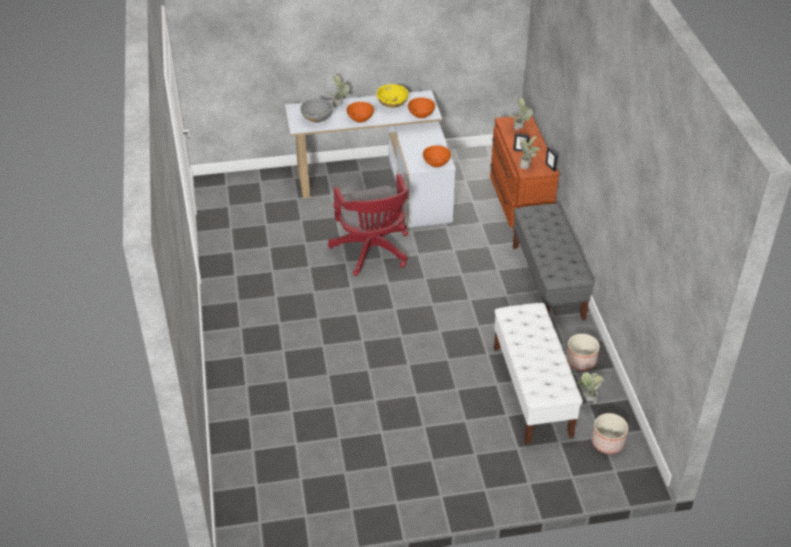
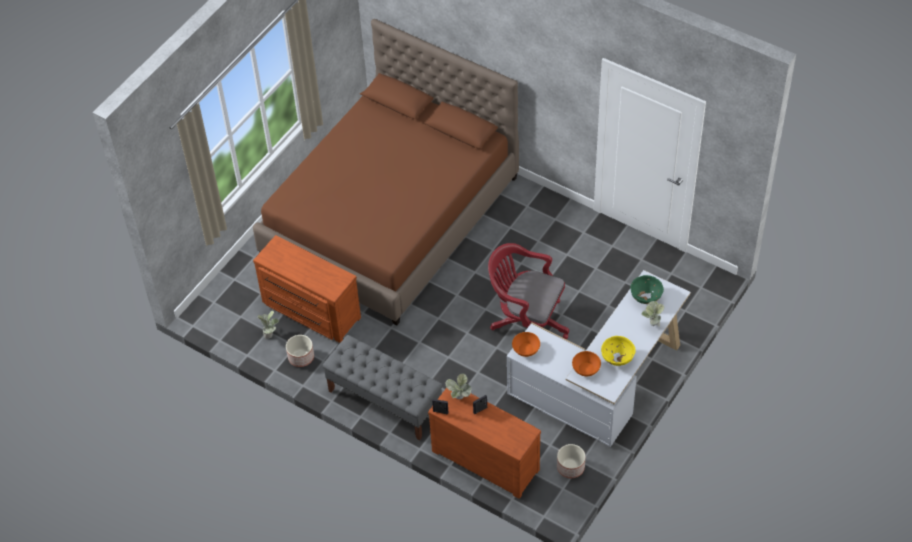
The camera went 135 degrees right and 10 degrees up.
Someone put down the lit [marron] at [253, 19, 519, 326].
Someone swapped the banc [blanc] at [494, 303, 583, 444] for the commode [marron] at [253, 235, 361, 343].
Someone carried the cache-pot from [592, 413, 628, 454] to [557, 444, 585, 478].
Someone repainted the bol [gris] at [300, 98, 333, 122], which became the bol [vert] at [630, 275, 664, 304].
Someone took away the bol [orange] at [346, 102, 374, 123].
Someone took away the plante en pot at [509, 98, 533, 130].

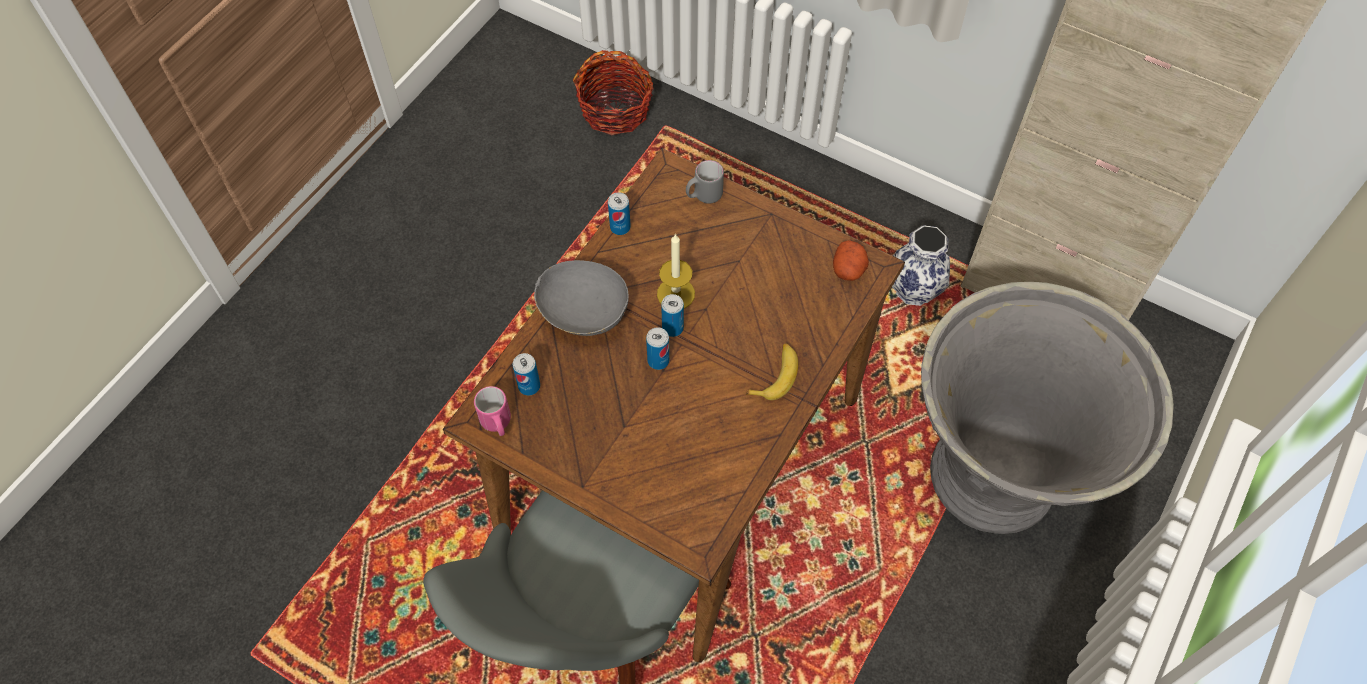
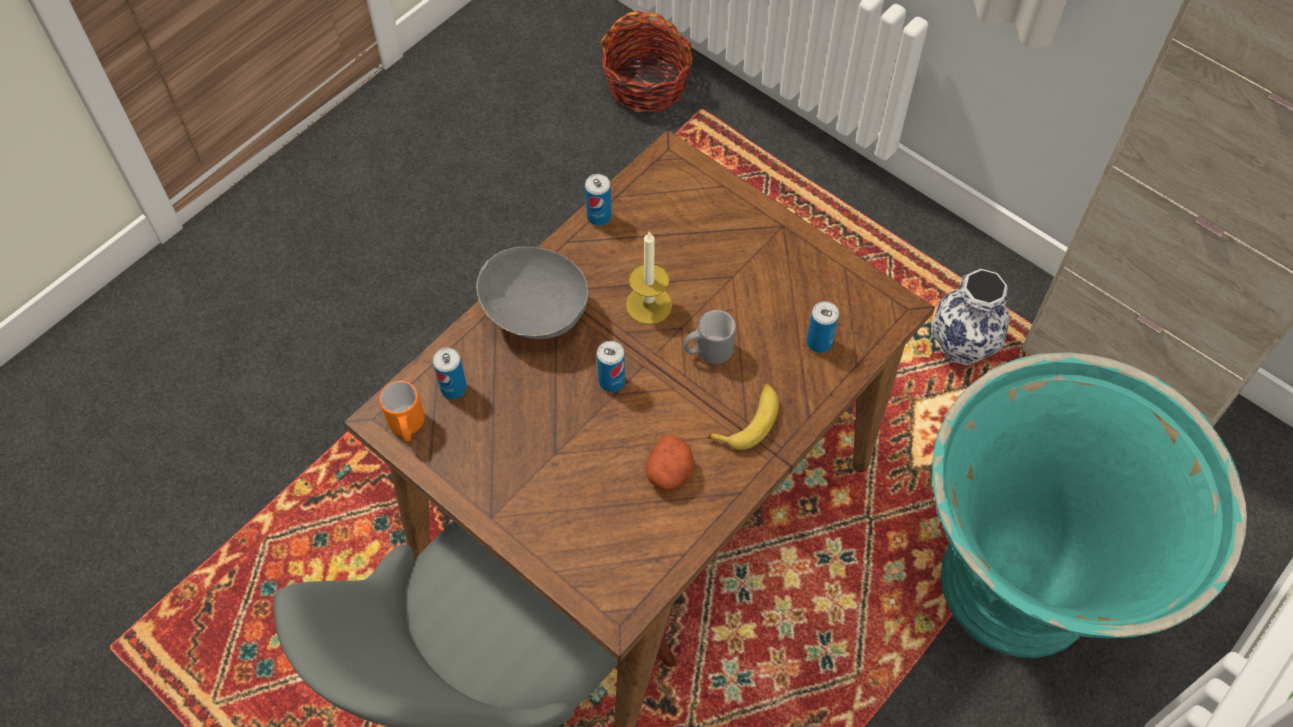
The camera went 10 degrees right and 0 degrees up.
Someone repainted the mug [rose] at [474, 386, 511, 436], which became the mug [orange] at [379, 381, 425, 442].
Someone carried the pomme de terre from [833, 240, 869, 281] to [646, 435, 693, 490].
Someone carried the mug [gris] from [686, 160, 724, 203] to [684, 310, 736, 364].
Someone carried the boîte métallique from [661, 294, 684, 337] to [806, 301, 839, 353].
Someone repainted the cache-pot [gris] at [921, 282, 1174, 534], which became the cache-pot [turquoise] at [932, 352, 1247, 658].

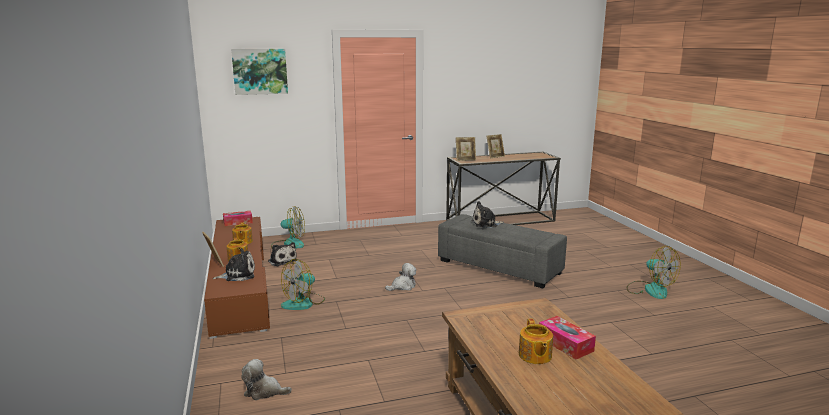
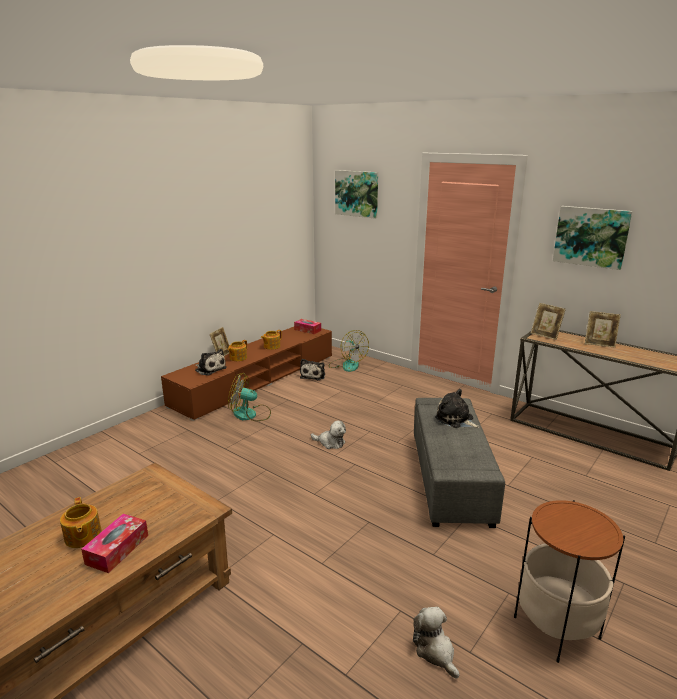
The camera went 55 degrees right and 5 degrees up.
Someone rotated the théière at [519, 319, 553, 364] by 75 degrees counterclockwise.
Someone carried the peluche from [241, 359, 292, 400] to [413, 607, 459, 678].
Someone swapped the ventilateur at [627, 246, 681, 299] for the table d'appoint at [514, 500, 625, 663].
Someone put up the tableau at [553, 206, 632, 270].

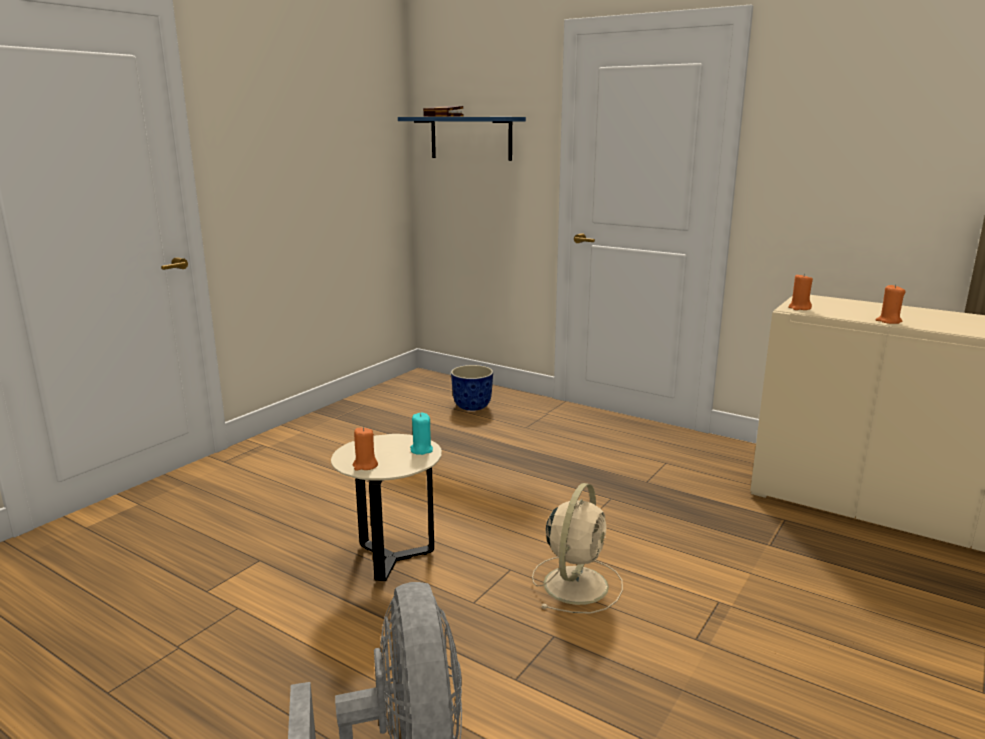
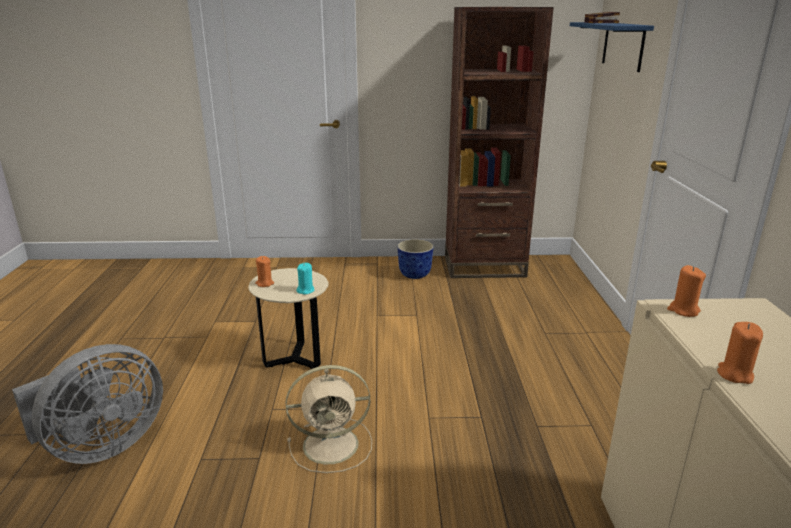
The camera went 55 degrees right and 5 degrees up.
Someone carried the cache-pot from [451, 365, 493, 411] to [397, 239, 434, 279].
Someone put down the bibliothèque [marron] at [445, 7, 554, 278].

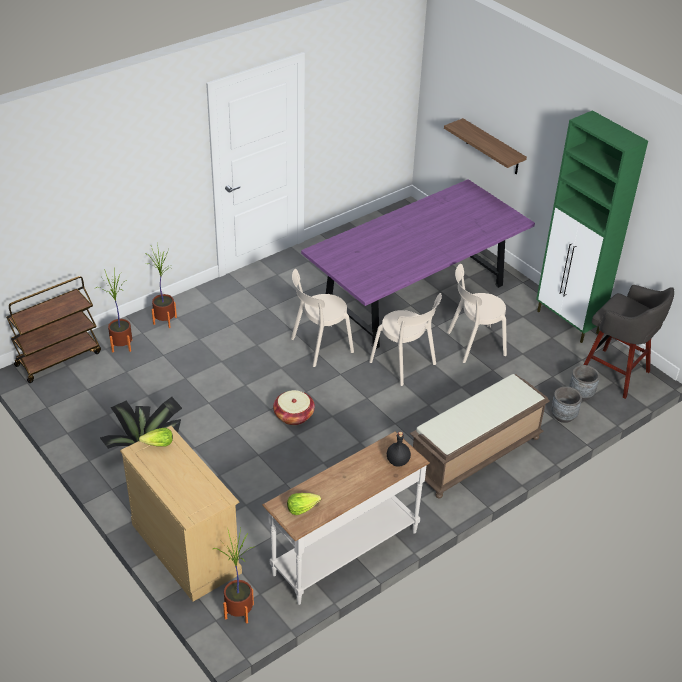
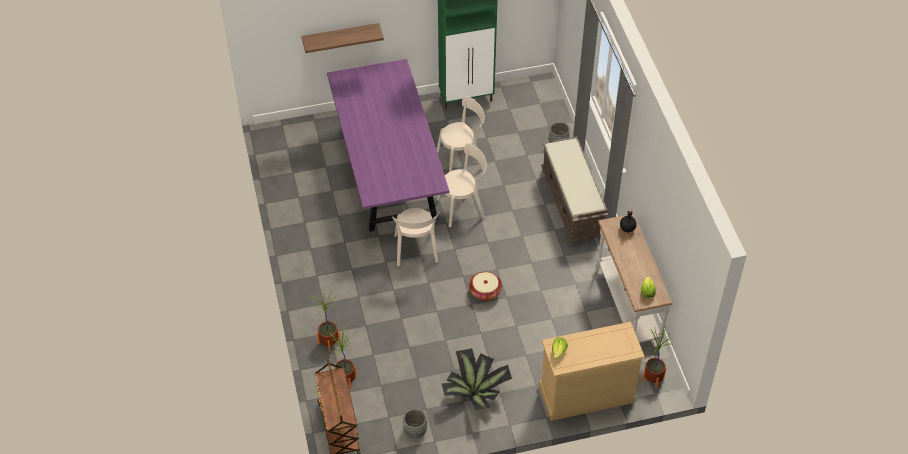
The camera went 65 degrees left and 10 degrees up.
Someone carried the cache-pot [gris] from [569, 365, 600, 401] to [403, 408, 427, 438].
Someone rotated the chaise [beige] at [447, 264, 507, 363] by 120 degrees counterclockwise.
Someone took away the tabouret [gris] at [584, 285, 674, 399].

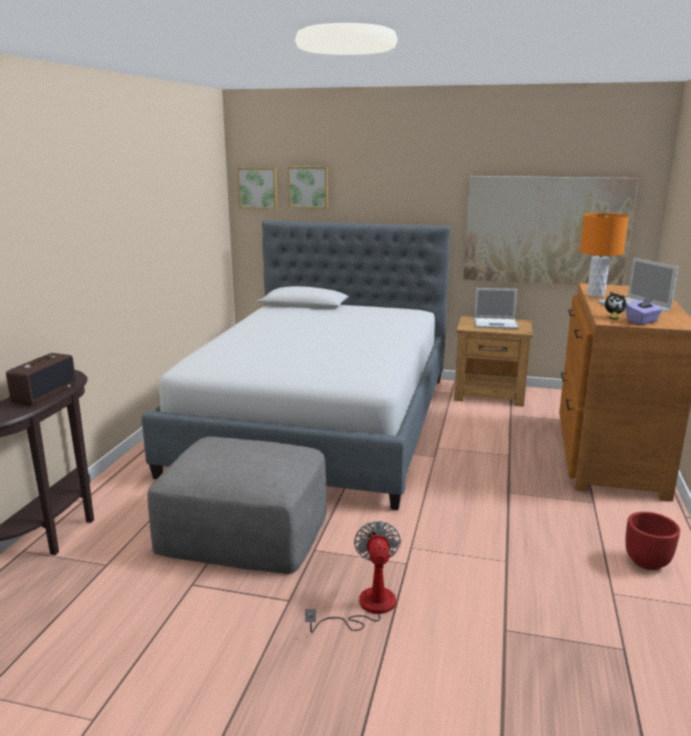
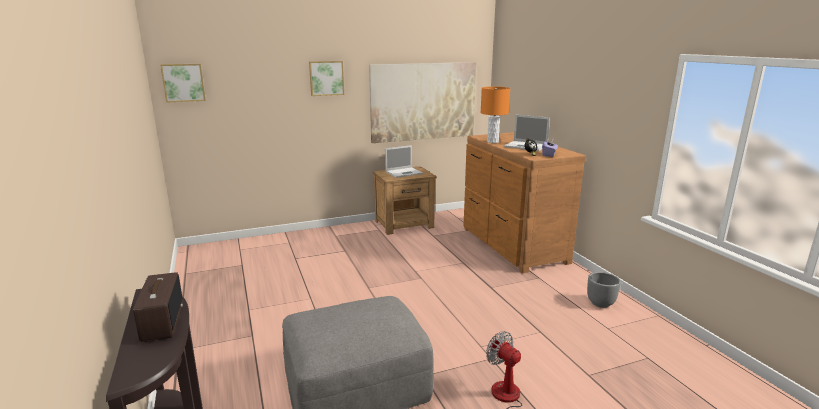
The camera went 35 degrees left and 0 degrees up.
Someone carried the tableau from [288, 167, 328, 209] to [309, 61, 344, 96].
Someone repainted the cache-pot [rouge] at [625, 512, 680, 570], which became the cache-pot [gris] at [587, 272, 621, 308].
Someone took away the lit at [142, 220, 451, 510].

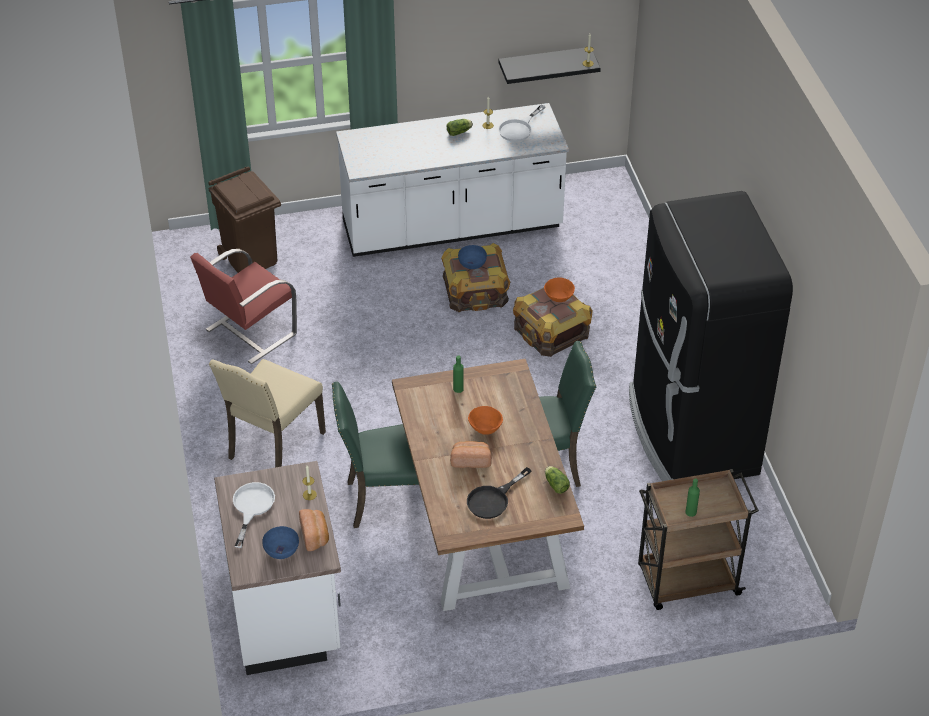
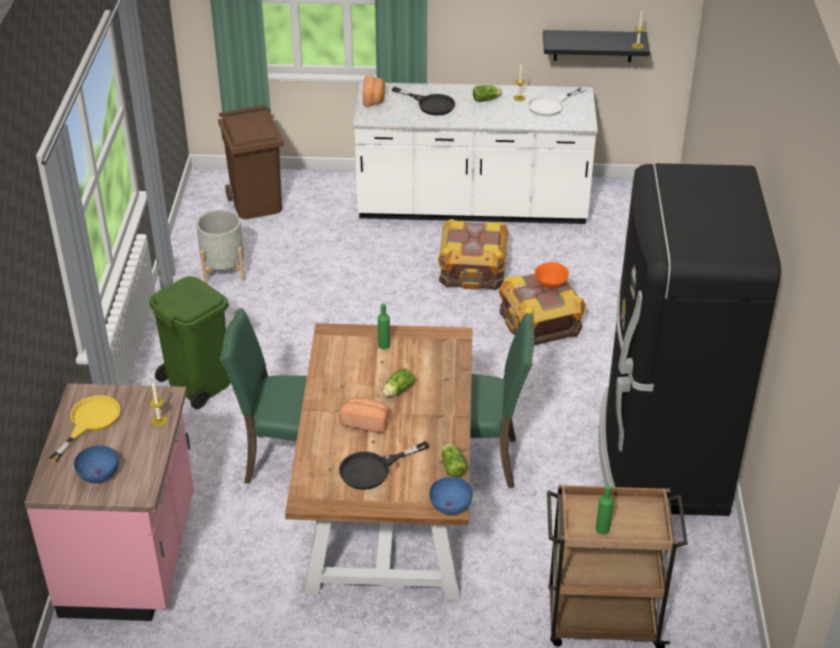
The camera went 15 degrees right and 5 degrees down.
Someone repainted the comptoir de cuisine [blanc] at [214, 461, 341, 675], which became the comptoir de cuisine [rose] at [24, 383, 194, 621].
Someone repainted the poêle [blanc] at [233, 482, 275, 548], which became the poêle [jaune] at [48, 395, 121, 462].
Someone swapped the chaise [beige] at [209, 359, 326, 468] for the poubelle [vert] at [149, 276, 230, 409].
Someone swapped the chaise [rouge] at [190, 249, 297, 364] for the cache-pot [gris] at [196, 210, 245, 284].
Someone carried the pain from [299, 509, 329, 551] to [363, 76, 385, 106].
Someone swapped the bol [orange] at [468, 406, 503, 435] for the laitue at [382, 368, 415, 397].
Someone put down the poêle [noir] at [392, 87, 455, 116].
Someone carried the bol [bleu] from [458, 245, 487, 269] to [430, 477, 472, 515].

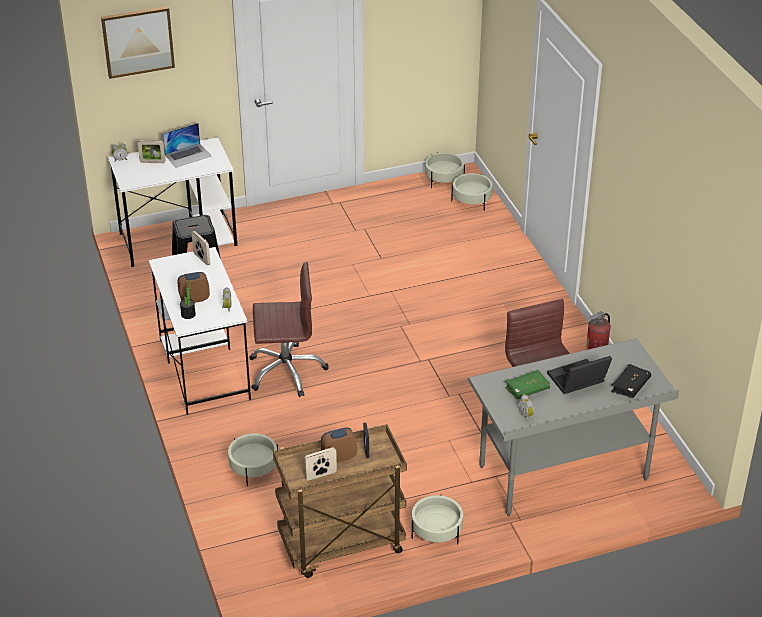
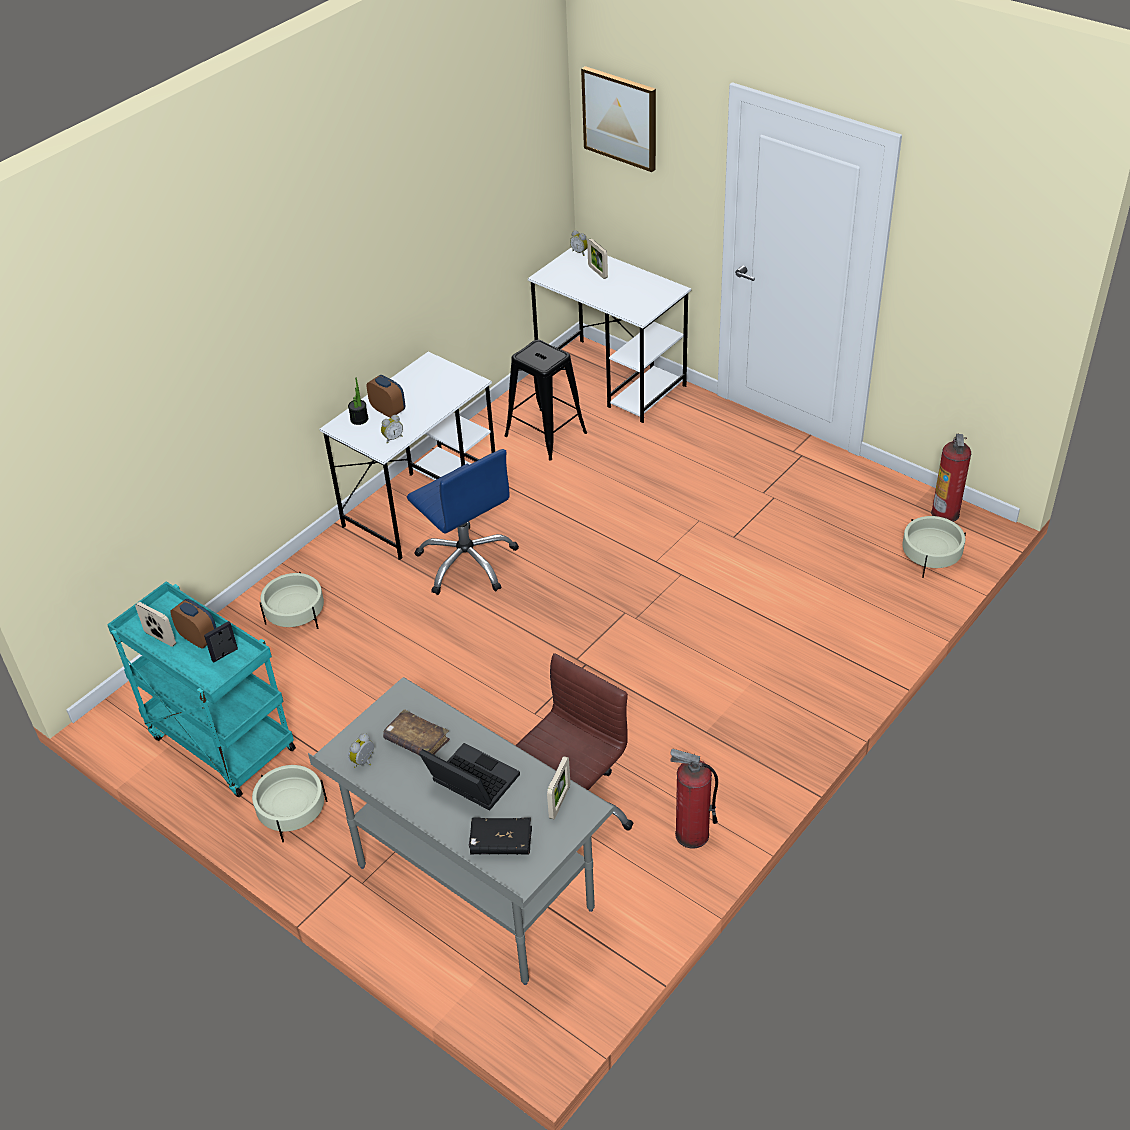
The camera went 60 degrees right and 5 degrees up.
Someone repainted the chariot [marron] at [273, 424, 407, 578], which became the chariot [turquoise] at [107, 581, 296, 797].
Someone repainted the livre [vert] at [505, 370, 550, 399], which became the livre [marron] at [383, 709, 450, 756].
Someone repainted the chaise de bureau [marron] at [249, 262, 329, 397], which became the chaise de bureau [bleu] at [407, 449, 519, 595].
Someone carried the cadre photo from [192, 231, 210, 265] to [547, 756, 570, 819].
Someone swapped the cache-pot [beige] at [425, 152, 465, 188] for the extincteur at [931, 434, 971, 522].
Someone took away the ordinateur portable at [162, 123, 212, 168].

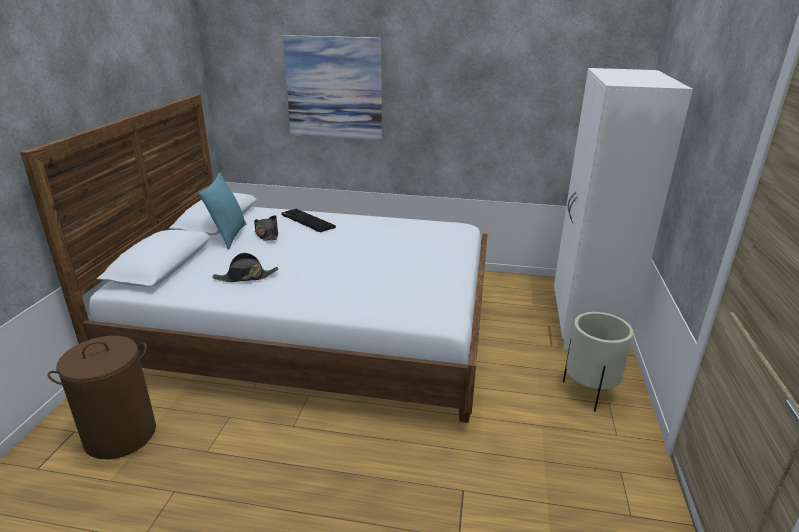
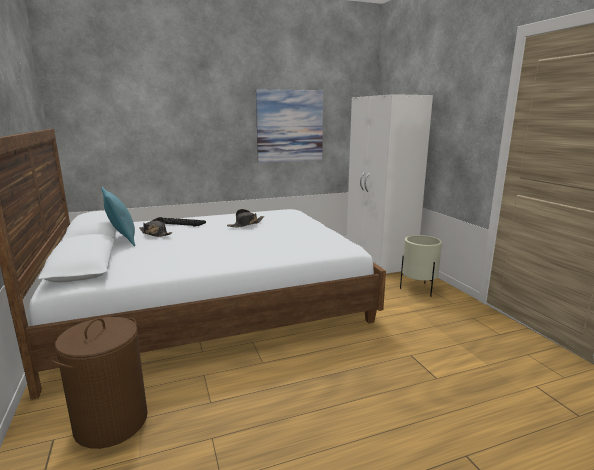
The camera went 30 degrees left and 10 degrees down.
Someone carried the chapeau [noir] from [212, 253, 278, 282] to [227, 209, 264, 227].
Someone carried the tableau from [283, 35, 382, 140] to [256, 89, 323, 163].

